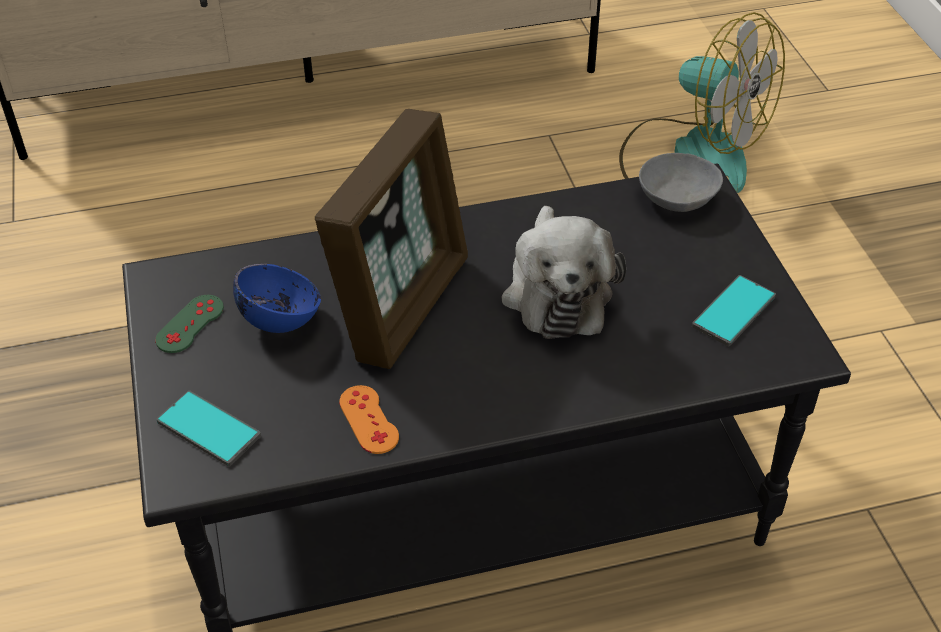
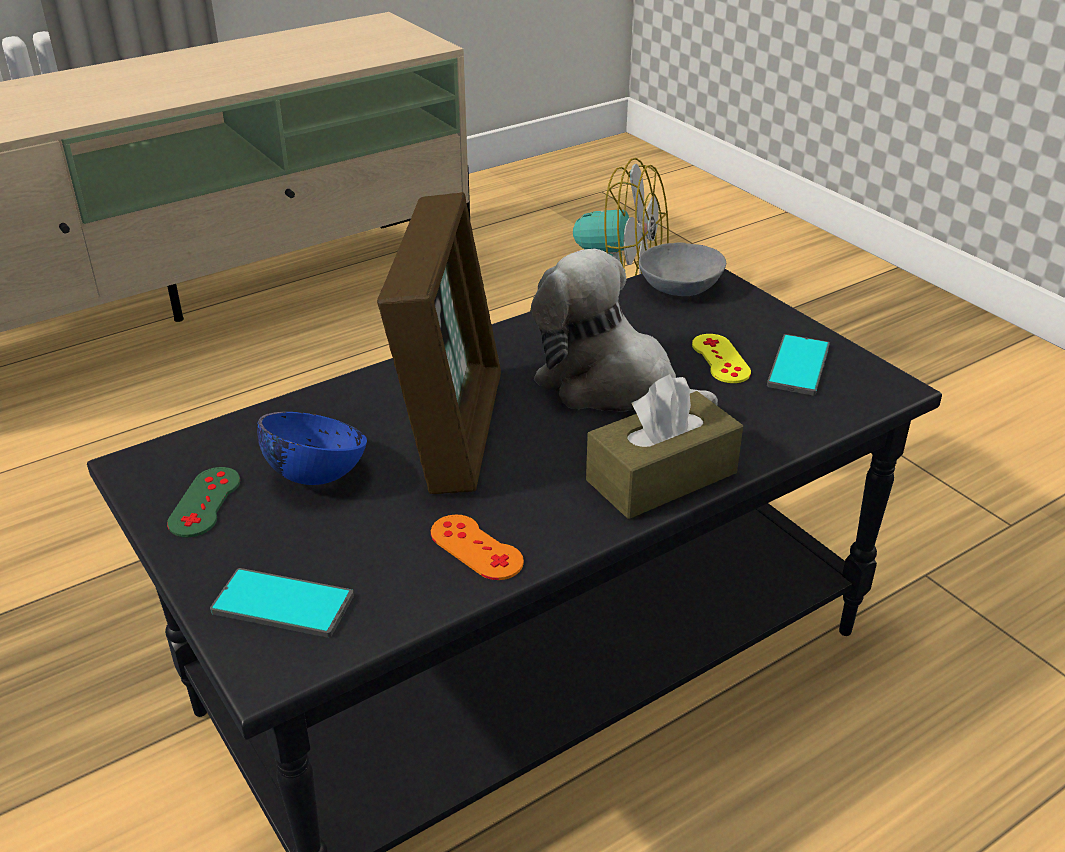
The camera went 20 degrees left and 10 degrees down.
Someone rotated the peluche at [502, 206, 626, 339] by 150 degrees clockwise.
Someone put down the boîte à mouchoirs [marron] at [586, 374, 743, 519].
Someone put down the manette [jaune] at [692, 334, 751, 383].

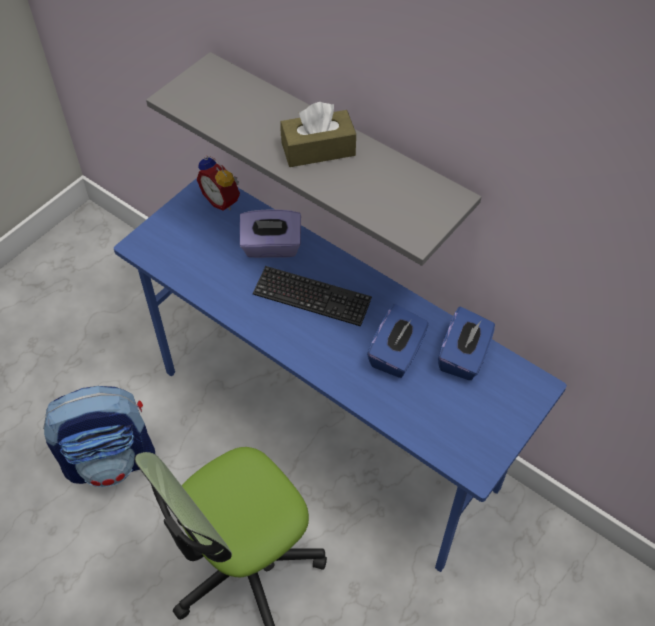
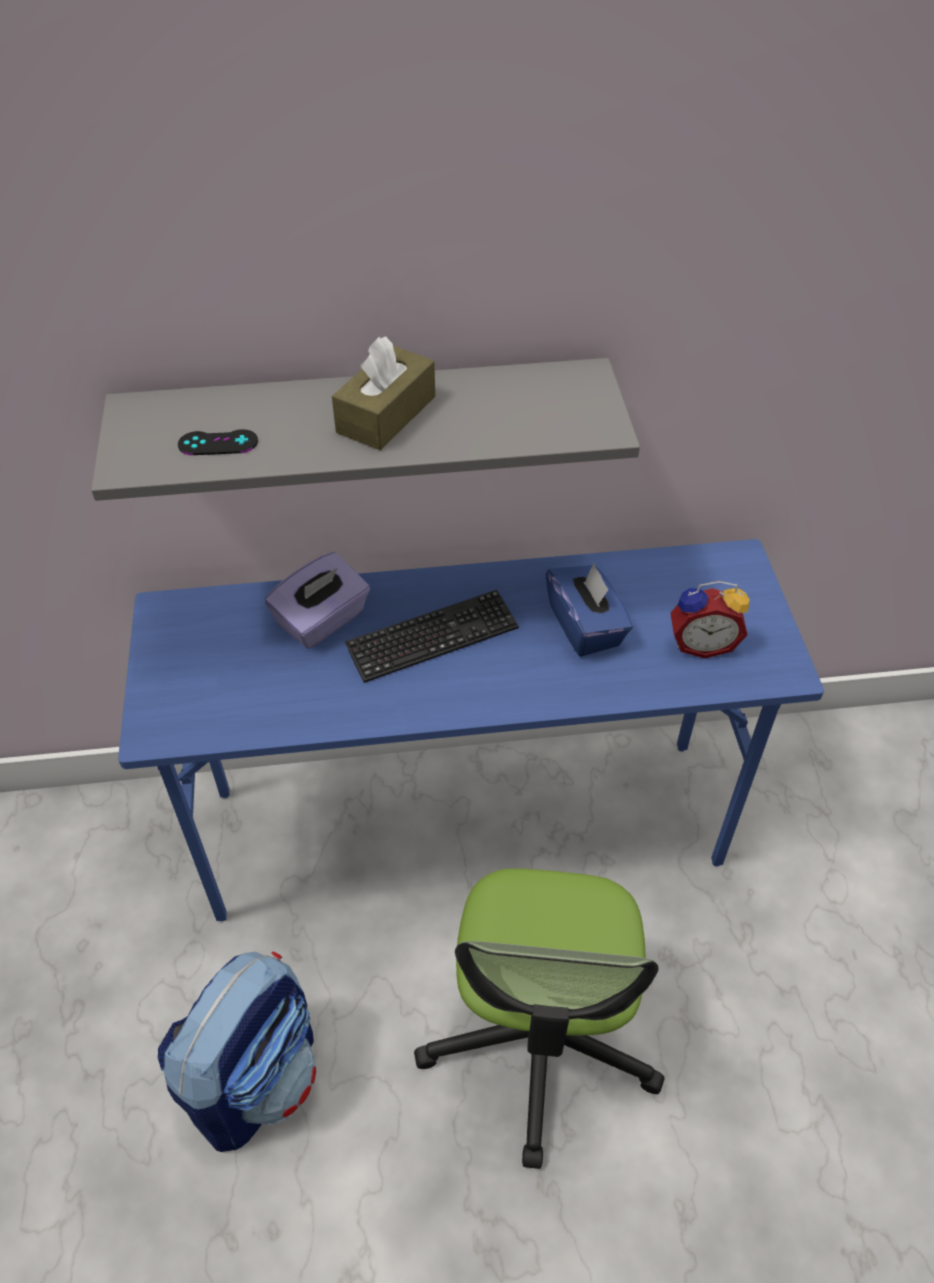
The camera went 45 degrees left and 5 degrees down.
Someone put down the manette [noir] at [178, 429, 258, 455].
Someone carried the réveil from [197, 155, 240, 211] to [670, 581, 750, 659].
Someone took away the boîte à mouchoirs [bleu] at [438, 306, 495, 380].

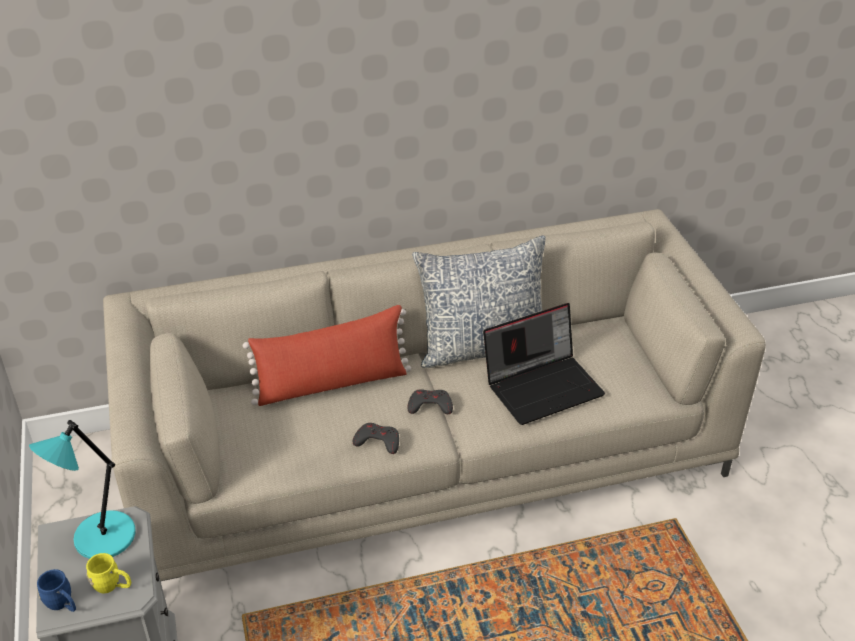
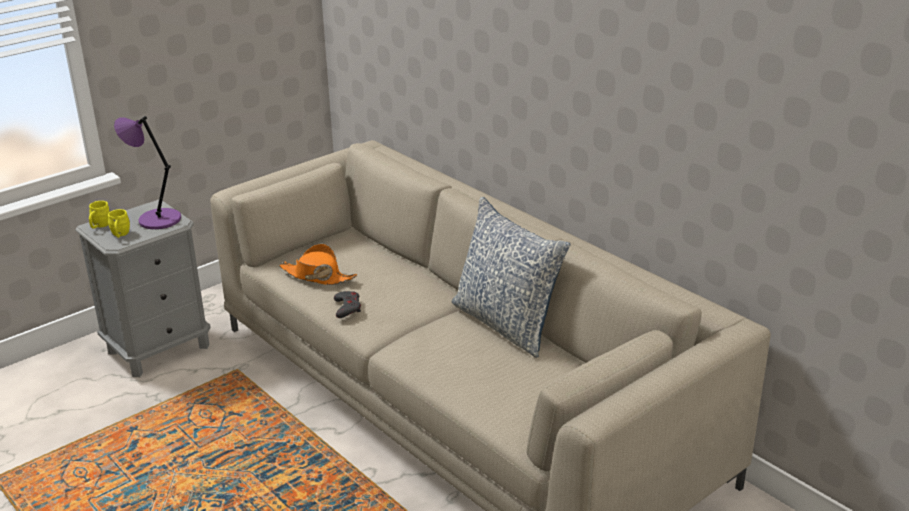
The camera went 65 degrees right and 10 degrees down.
Someone repainted the mug [bleu] at [37, 569, 76, 612], which became the mug [jaune] at [89, 201, 111, 229].
Someone repainted the lampe de table [turquoise] at [29, 420, 136, 559], which became the lampe de table [violet] at [114, 116, 181, 229].
Someone put down the chapeau [orange] at [279, 244, 357, 285].
Someone took away the coussin [rouge] at [243, 305, 411, 406].
Someone took away the manette [gris] at [407, 389, 453, 414].
Someone took away the ordinateur portable at [483, 303, 605, 425].

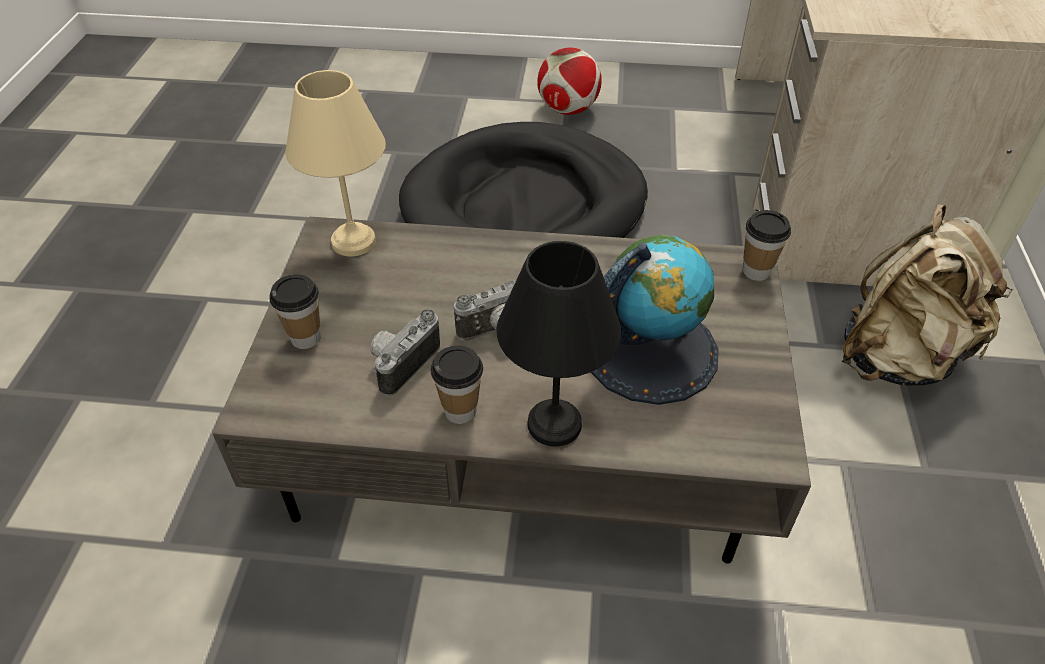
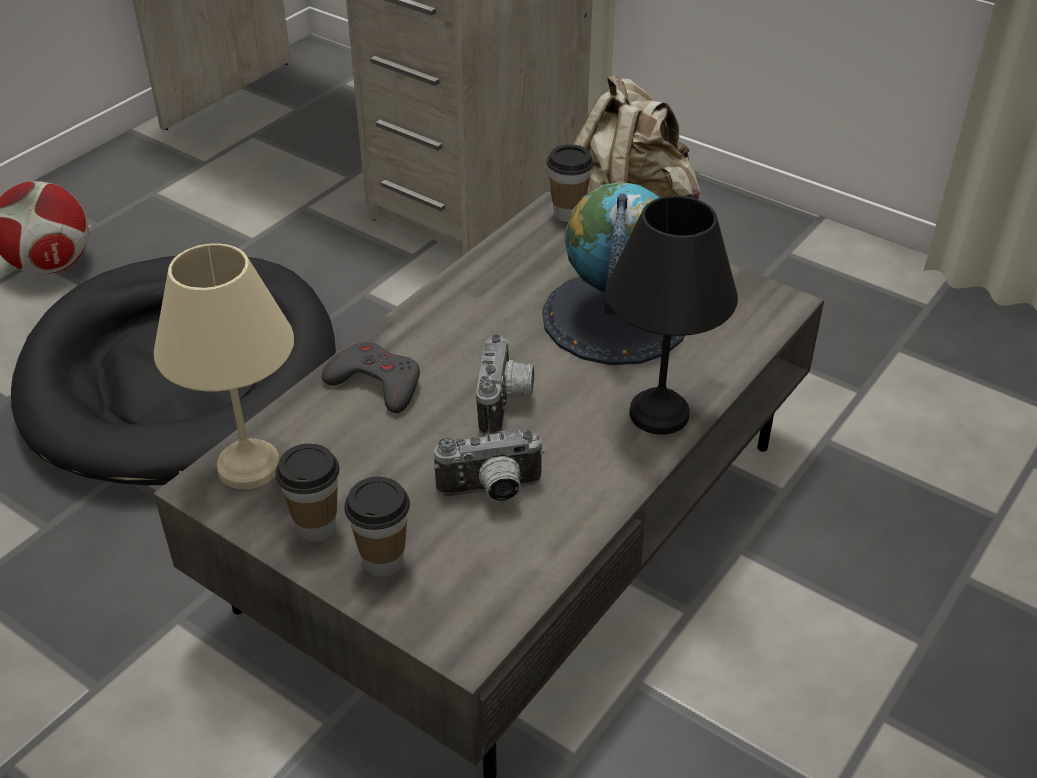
The camera went 60 degrees left and 5 degrees down.
Someone carried the tasse from [431, 345, 483, 424] to [275, 443, 340, 542].
Someone put down the manette [gris] at [322, 342, 420, 413].
Someone rotated the appareil photo at [370, 309, 440, 396] by 75 degrees counterclockwise.

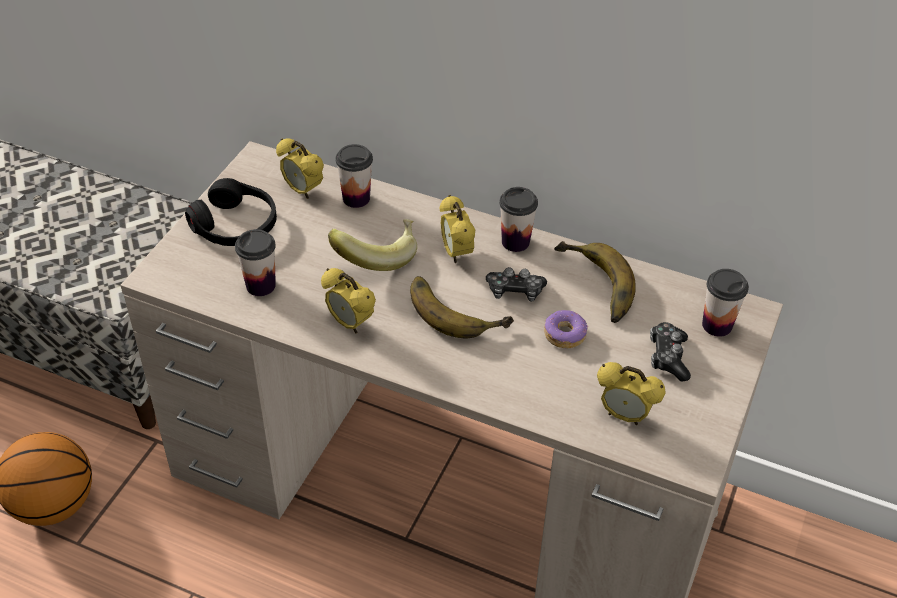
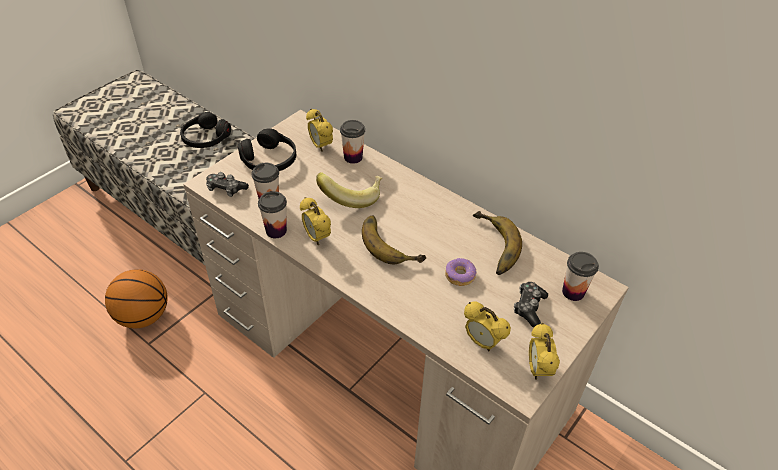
The camera went 15 degrees right and 0 degrees up.
Someone put down the casque audio [noir] at [180, 112, 231, 148].
Someone carried the manette from [486, 267, 547, 302] to [206, 172, 249, 197].
Someone carried the tasse from [499, 187, 538, 252] to [258, 191, 287, 238].
Someone carried the réveil from [440, 195, 475, 263] to [529, 323, 560, 380].

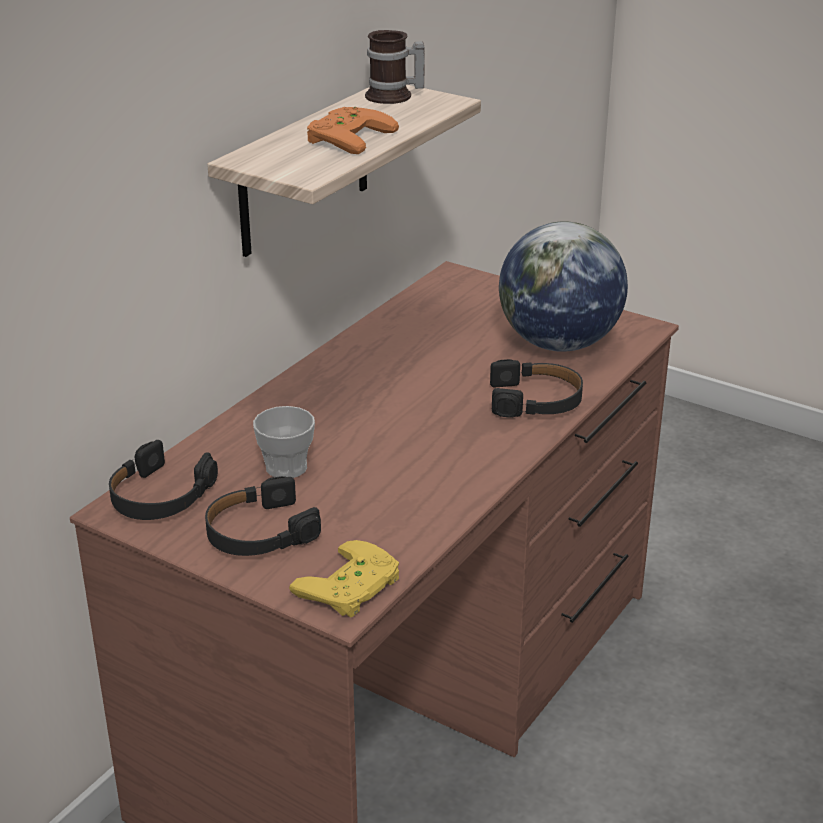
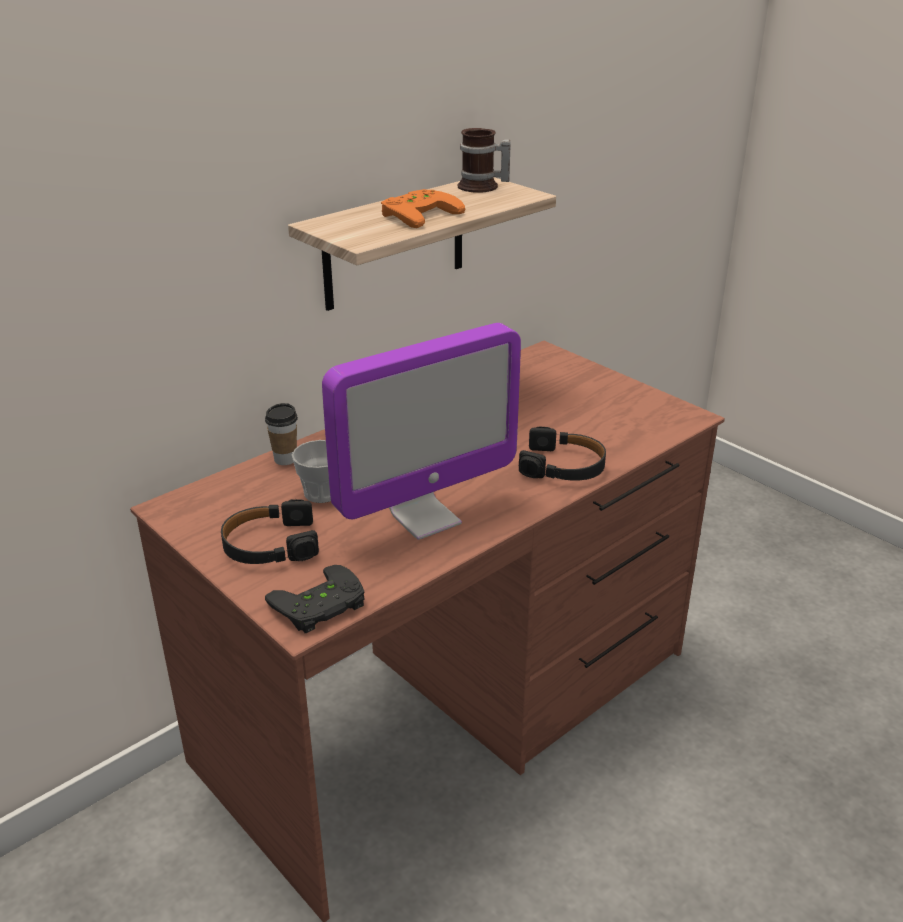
The camera went 15 degrees right and 0 degrees up.
Someone put down the tasse at [265, 403, 298, 465].
Someone repainted the manette [jaune] at [289, 540, 399, 618], which became the manette [noir] at [265, 565, 365, 633].
Someone put down the écran d'ordinateur at [322, 323, 521, 540].
Someone took away the casque audio [noir] at [109, 440, 218, 520].
Someone took away the globe at [499, 221, 628, 352].

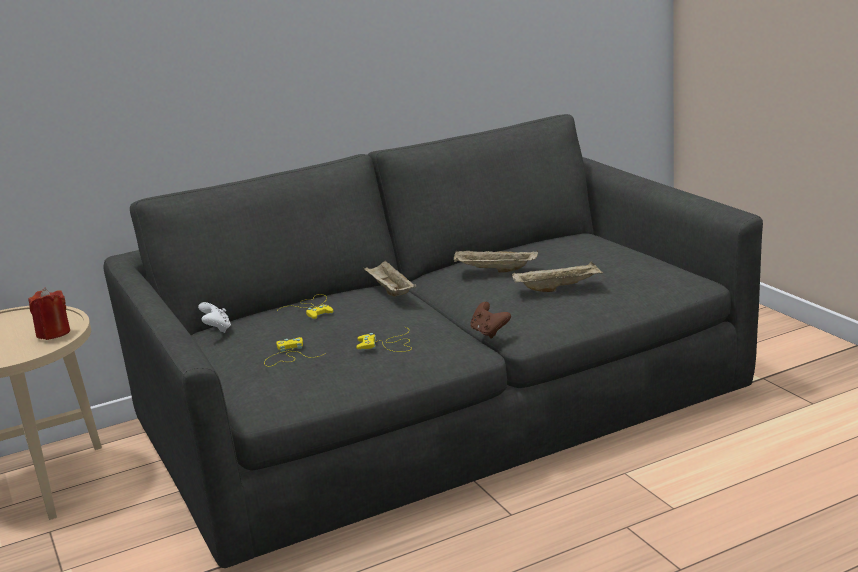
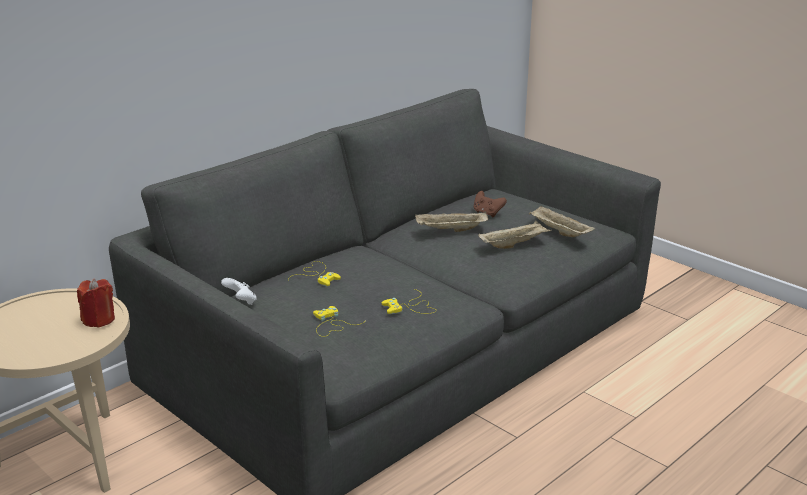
The camera went 20 degrees left and 5 degrees up.
Someone carried the manette [marron] from [470, 302, 511, 338] to [474, 191, 507, 217].
Someone carried the plateau [beige] from [363, 261, 416, 296] to [529, 206, 595, 237].

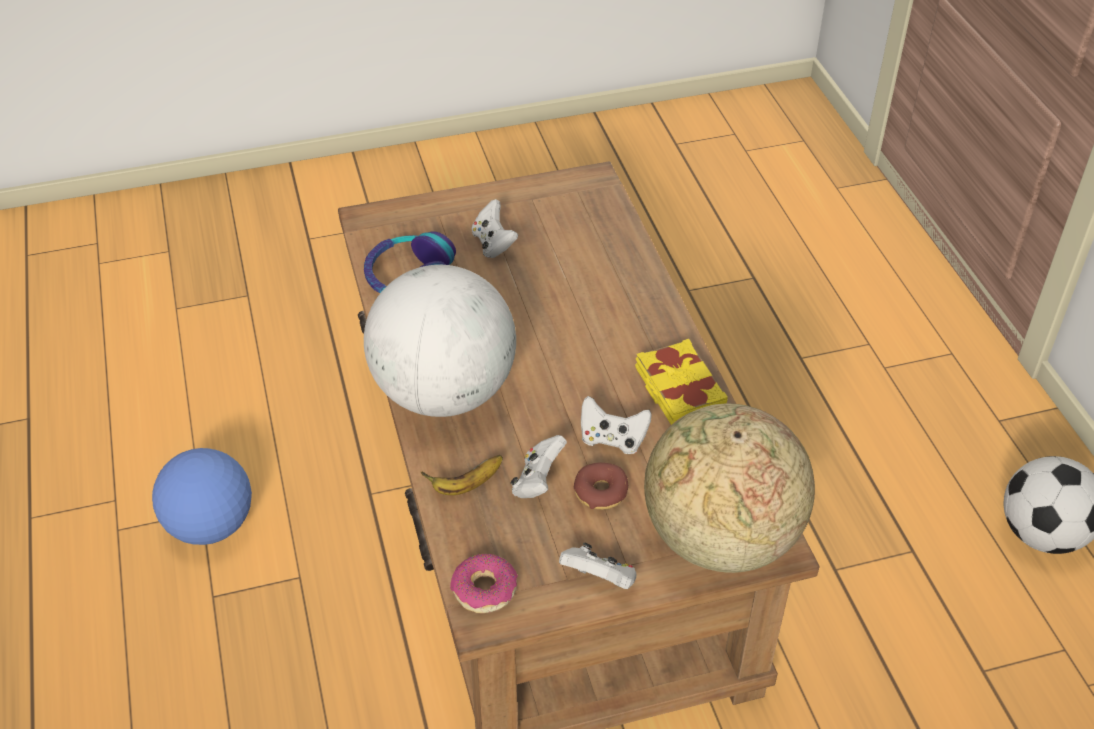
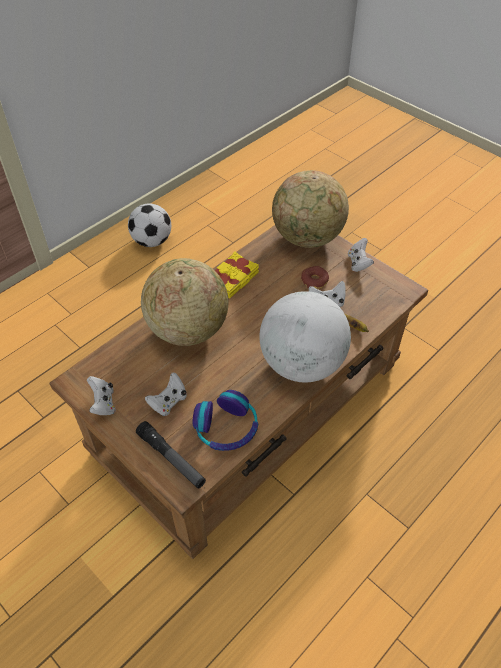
The camera went 120 degrees left and 5 degrees up.
Someone carried the manette [blanc] from [581, 396, 652, 454] to [87, 376, 116, 415].
Someone put down the lampe de poche at [136, 421, 206, 488].
Someone put down the globe at [141, 258, 229, 346].
Someone took away the ballon de foot at [152, 448, 252, 545].
Someone took away the beignet at [450, 554, 518, 613].

